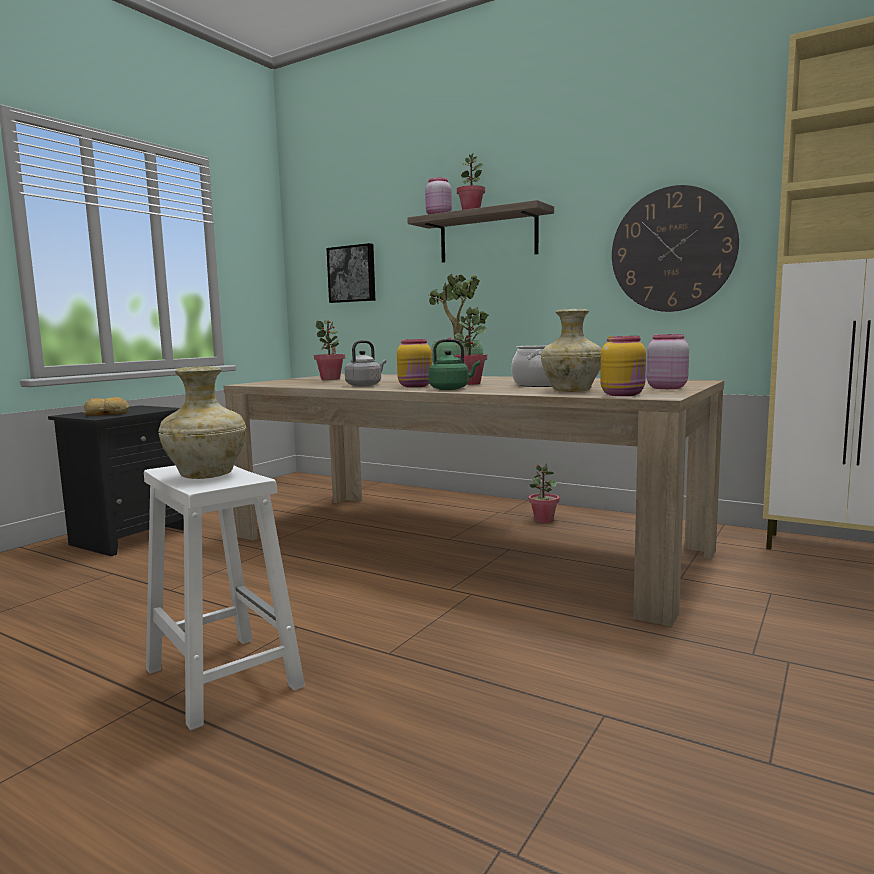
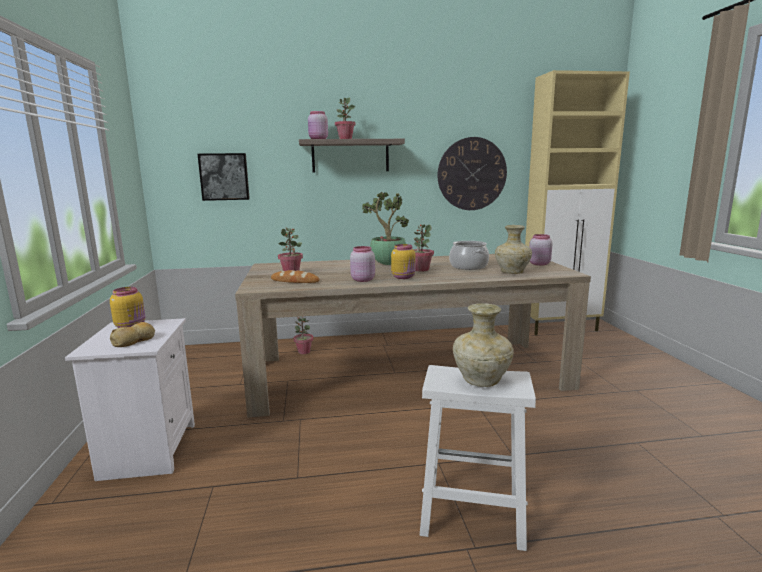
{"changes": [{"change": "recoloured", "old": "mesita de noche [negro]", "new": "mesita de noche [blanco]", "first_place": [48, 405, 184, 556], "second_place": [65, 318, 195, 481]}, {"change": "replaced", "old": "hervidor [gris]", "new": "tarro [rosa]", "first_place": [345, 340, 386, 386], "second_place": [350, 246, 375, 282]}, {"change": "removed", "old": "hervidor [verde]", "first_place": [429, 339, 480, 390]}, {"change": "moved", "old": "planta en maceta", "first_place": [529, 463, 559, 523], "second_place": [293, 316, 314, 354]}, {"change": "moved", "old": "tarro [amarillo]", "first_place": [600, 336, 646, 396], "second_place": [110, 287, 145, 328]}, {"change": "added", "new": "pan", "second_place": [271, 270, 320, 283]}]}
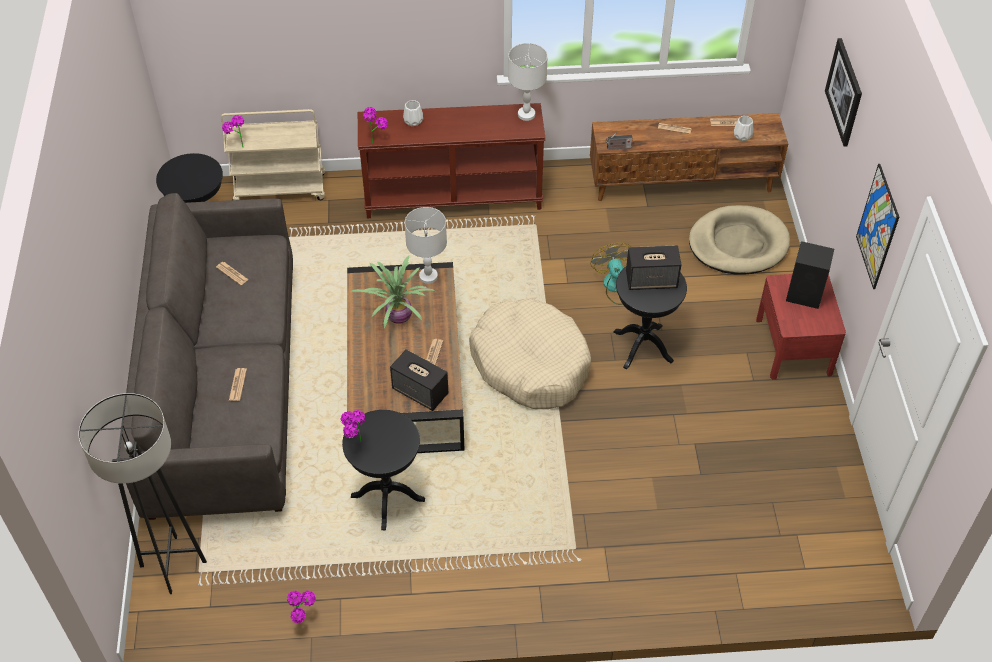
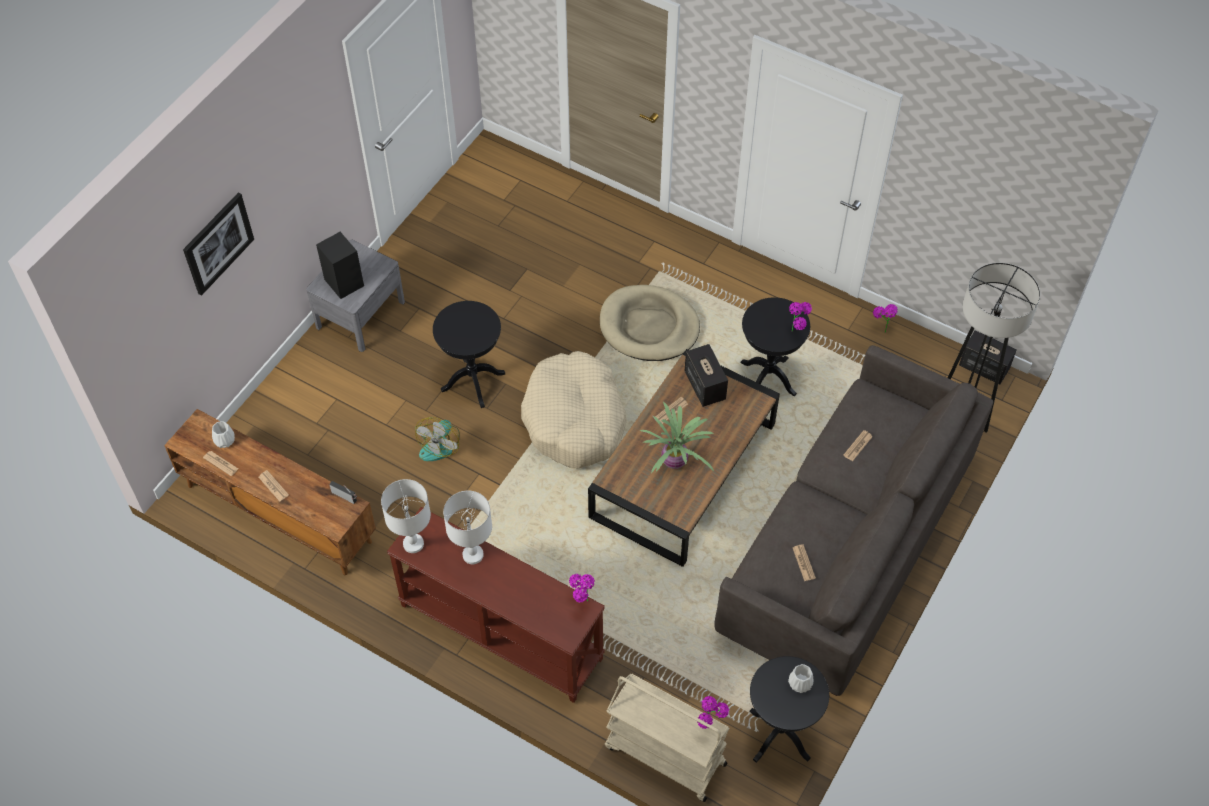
{"changes": [{"change": "moved", "old": "florero [blanco]", "first_place": [403, 100, 423, 126], "second_place": [788, 664, 813, 693]}, {"change": "moved", "old": "lámpara de mesa [blanco]", "first_place": [405, 207, 447, 284], "second_place": [443, 491, 492, 564]}, {"change": "moved", "old": "altavoz", "first_place": [626, 245, 681, 290], "second_place": [959, 330, 1017, 384]}, {"change": "moved", "old": "cama para perro [beis]", "first_place": [689, 205, 790, 275], "second_place": [600, 285, 700, 361]}, {"change": "recoloured", "old": "mesita de noche [rojo]", "new": "mesita de noche [gris]", "first_place": [756, 274, 846, 380], "second_place": [306, 240, 405, 352]}, {"change": "removed", "old": "cuadro", "first_place": [856, 164, 899, 289]}]}
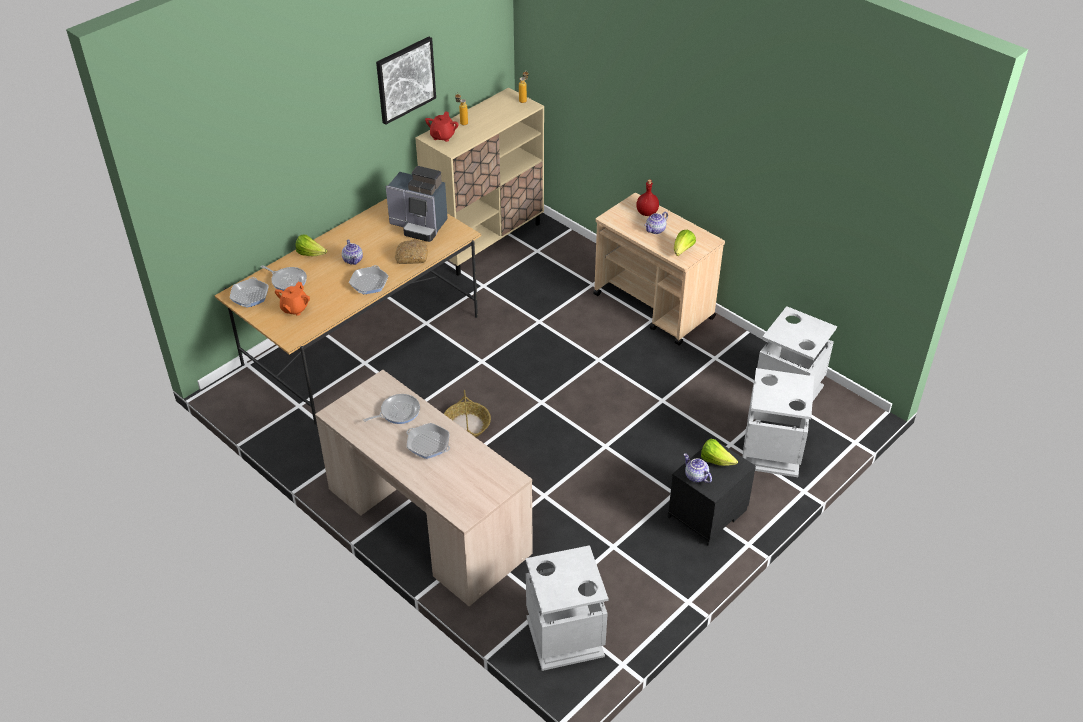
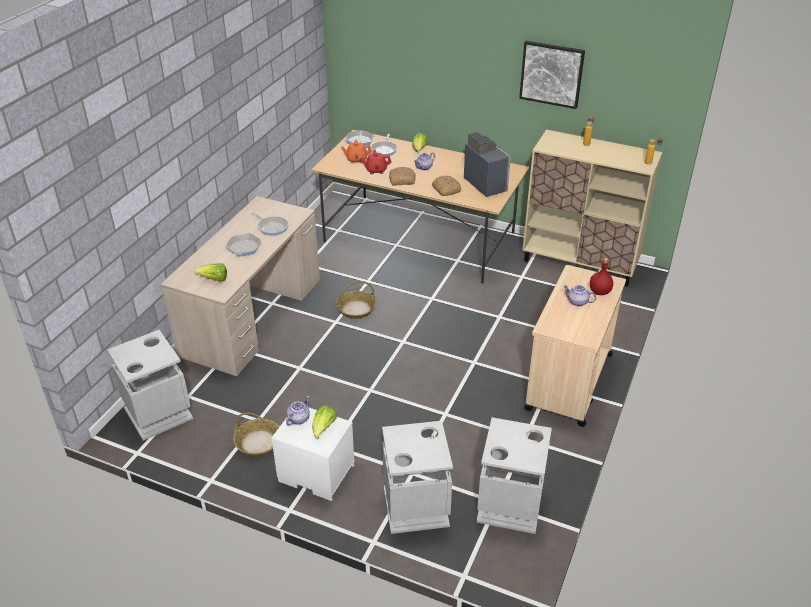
{"changes": [{"change": "replaced", "old": "sartén", "new": "pan", "first_place": [349, 265, 389, 294], "second_place": [389, 167, 416, 186]}, {"change": "turned", "old": "cafetera", "first_place": [386, 166, 448, 242], "second_place": [464, 132, 511, 197], "degrees": 150}, {"change": "moved", "old": "tetera [rojo]", "first_place": [425, 111, 459, 142], "second_place": [360, 150, 391, 174]}, {"change": "recoloured", "old": "mesita de noche [negro]", "new": "mesita de noche [blanco]", "first_place": [668, 441, 756, 546], "second_place": [272, 407, 355, 501]}, {"change": "moved", "old": "lechuga", "first_place": [674, 230, 696, 256], "second_place": [194, 263, 227, 282]}, {"change": "added", "new": "cesta", "second_place": [233, 412, 279, 457]}]}
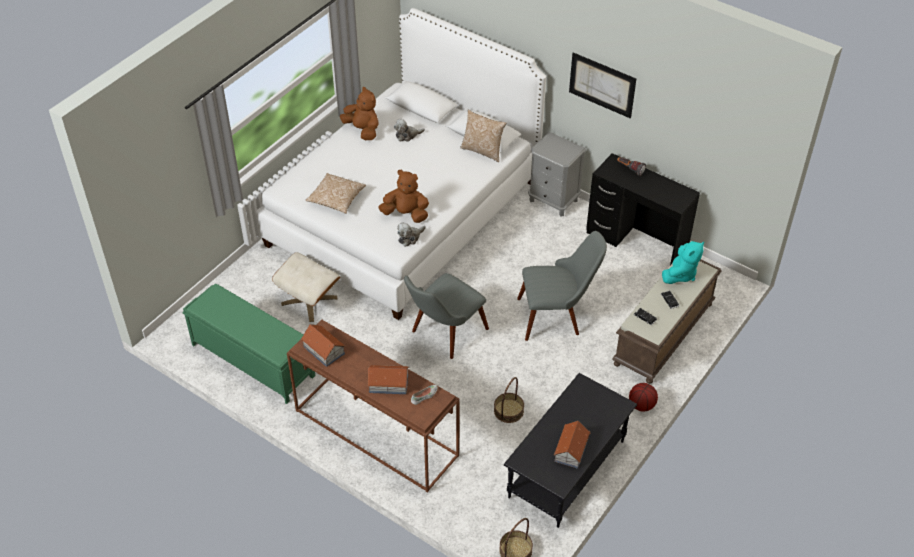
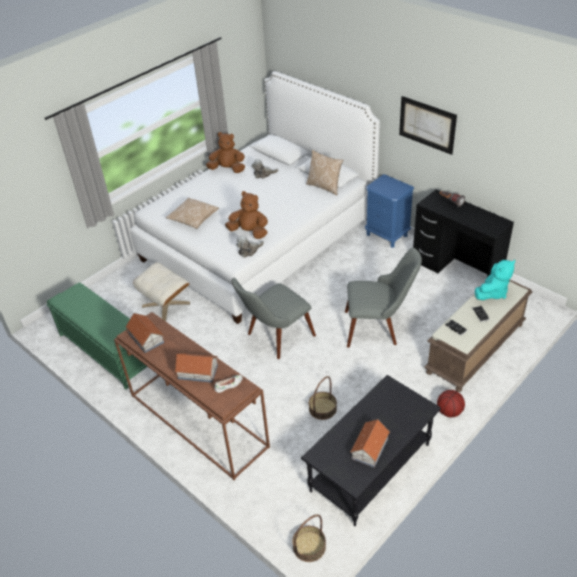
{"changes": [{"change": "turned", "old": "peluche [marrón]", "first_place": [340, 87, 379, 140], "second_place": [206, 132, 245, 173], "degrees": -45}, {"change": "recoloured", "old": "mesita de noche [gris]", "new": "mesita de noche [azul]", "first_place": [528, 132, 586, 217], "second_place": [365, 174, 414, 248]}]}
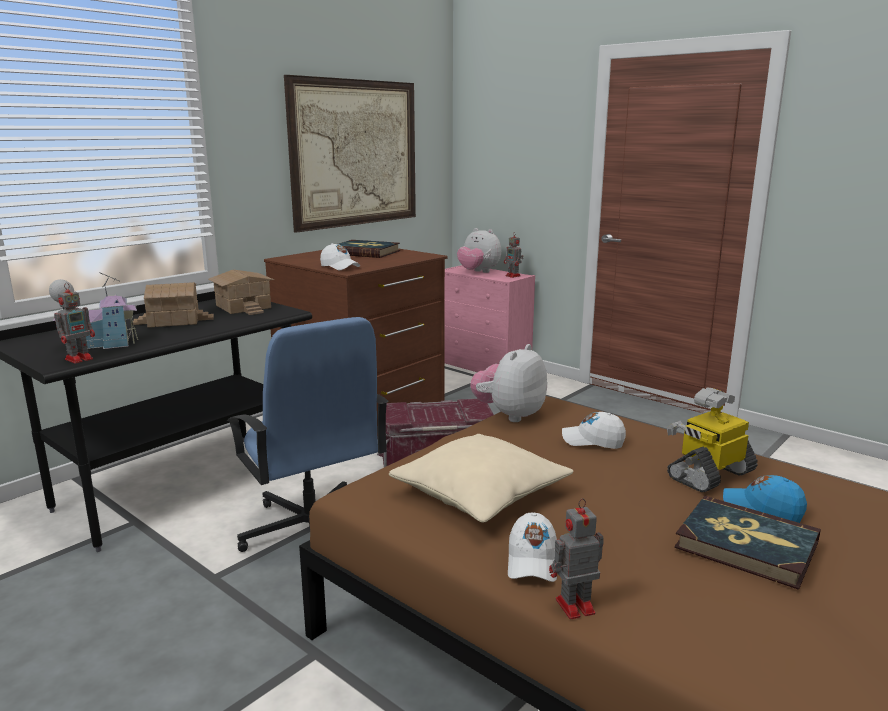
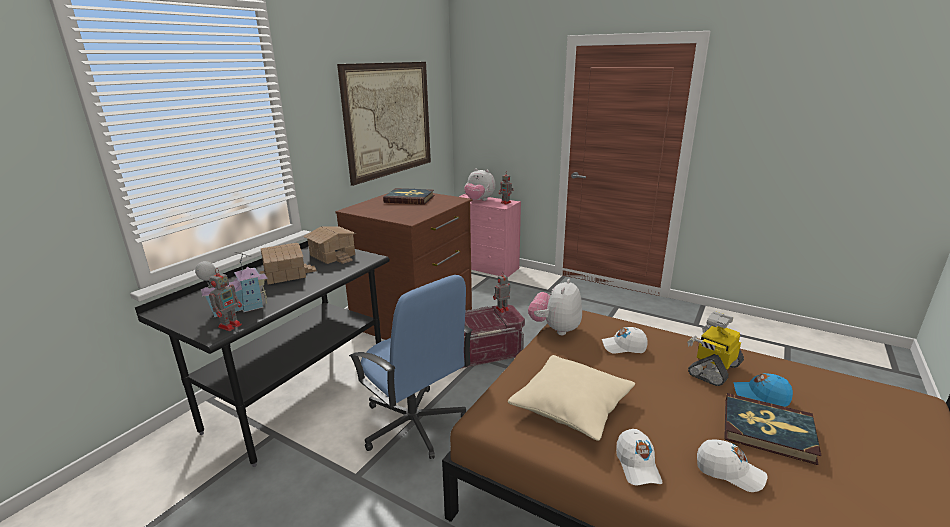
{"changes": [{"change": "moved", "old": "gorra [blanco]", "first_place": [320, 243, 360, 270], "second_place": [697, 440, 768, 492]}, {"change": "moved", "old": "robot de juguete", "first_place": [549, 498, 604, 619], "second_place": [493, 275, 511, 313]}]}
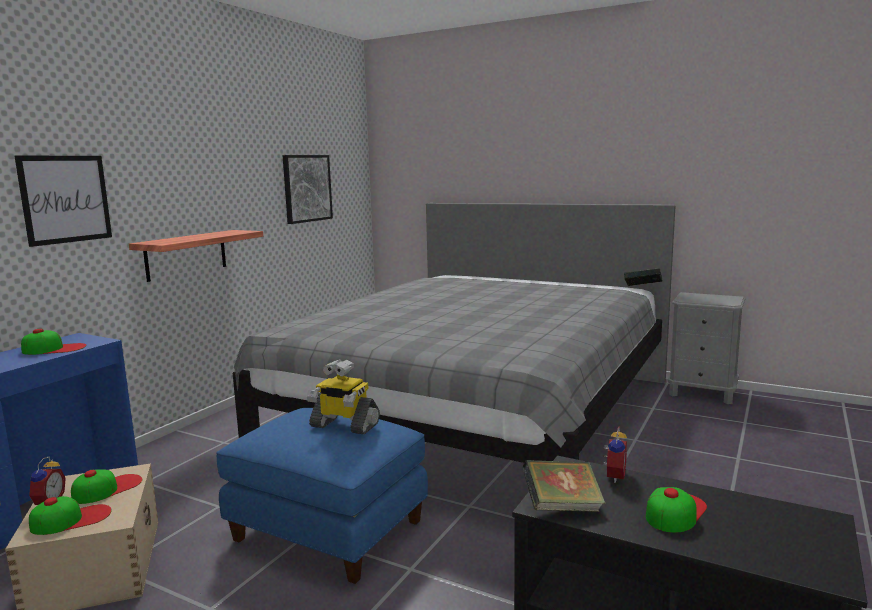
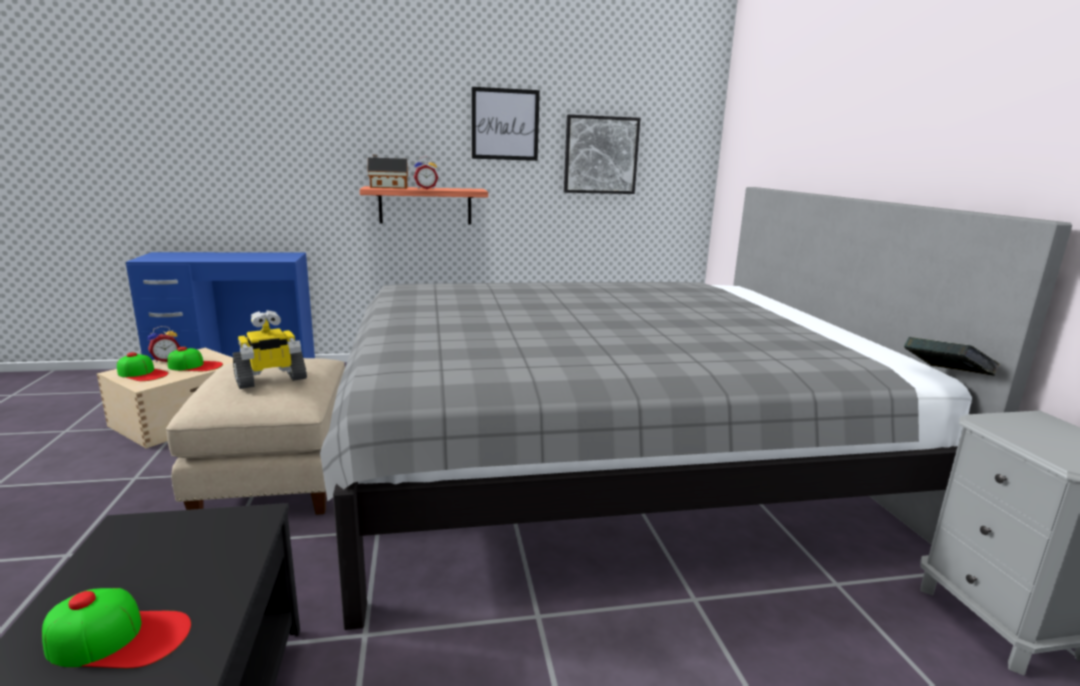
{"changes": [{"change": "moved", "old": "cuadro", "first_place": [15, 156, 112, 247], "second_place": [472, 87, 540, 161]}, {"change": "removed", "old": "gorra", "first_place": [21, 328, 86, 355]}, {"change": "recoloured", "old": "puf [azul]", "new": "puf [beis]", "first_place": [216, 408, 428, 584], "second_place": [166, 358, 345, 515]}, {"change": "turned", "old": "robot de juguete", "first_place": [306, 359, 380, 434], "second_place": [233, 310, 307, 389], "degrees": -105}, {"change": "removed", "old": "libro", "first_place": [522, 460, 605, 512]}, {"change": "moved", "old": "despertador", "first_place": [604, 427, 627, 483], "second_place": [414, 156, 438, 189]}, {"change": "added", "new": "casita", "second_place": [367, 155, 408, 189]}]}
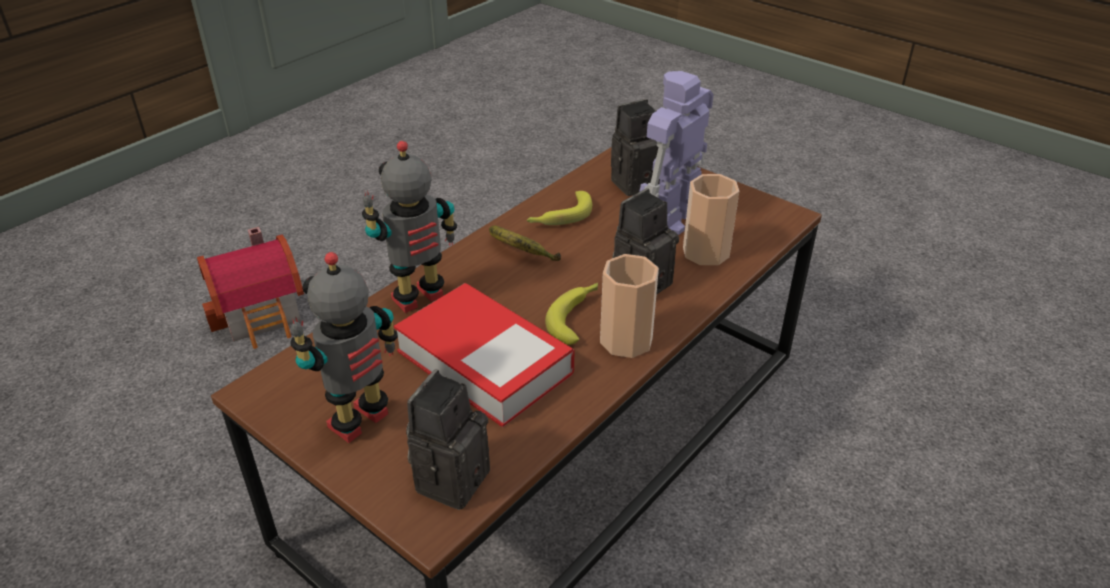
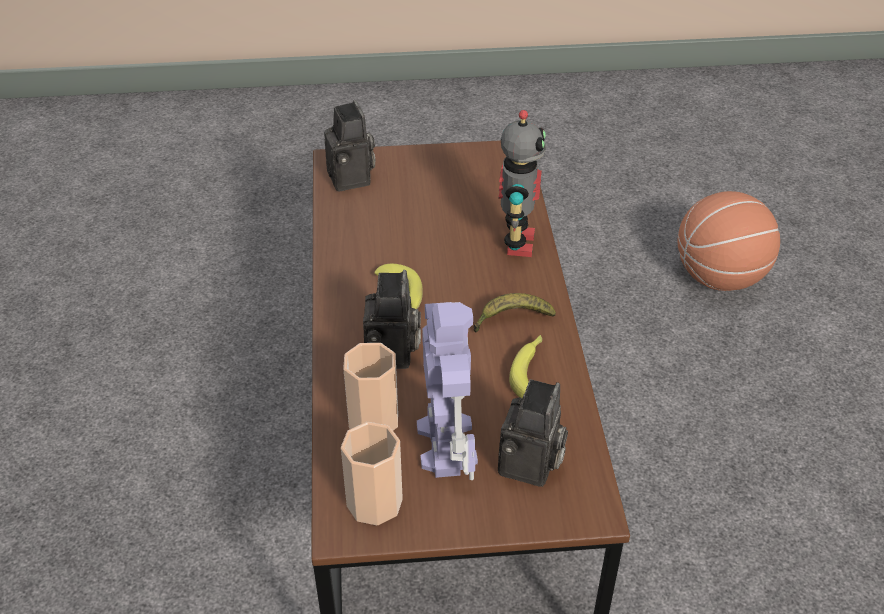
{"changes": [{"change": "removed", "old": "casita", "first_place": [197, 227, 304, 349]}, {"change": "removed", "old": "robot de juguete", "first_place": [290, 252, 398, 443]}, {"change": "removed", "old": "libro", "first_place": [394, 283, 574, 427]}, {"change": "moved", "old": "taza", "first_place": [600, 254, 659, 358], "second_place": [341, 422, 403, 525]}, {"change": "added", "new": "balón de baloncesto", "second_place": [678, 191, 780, 291]}]}
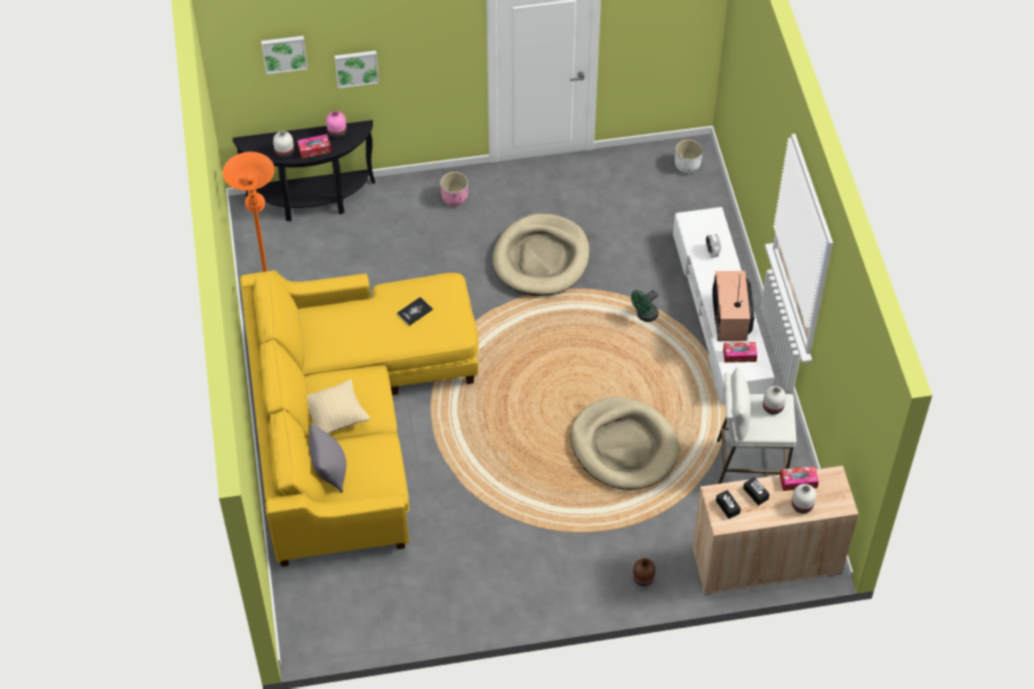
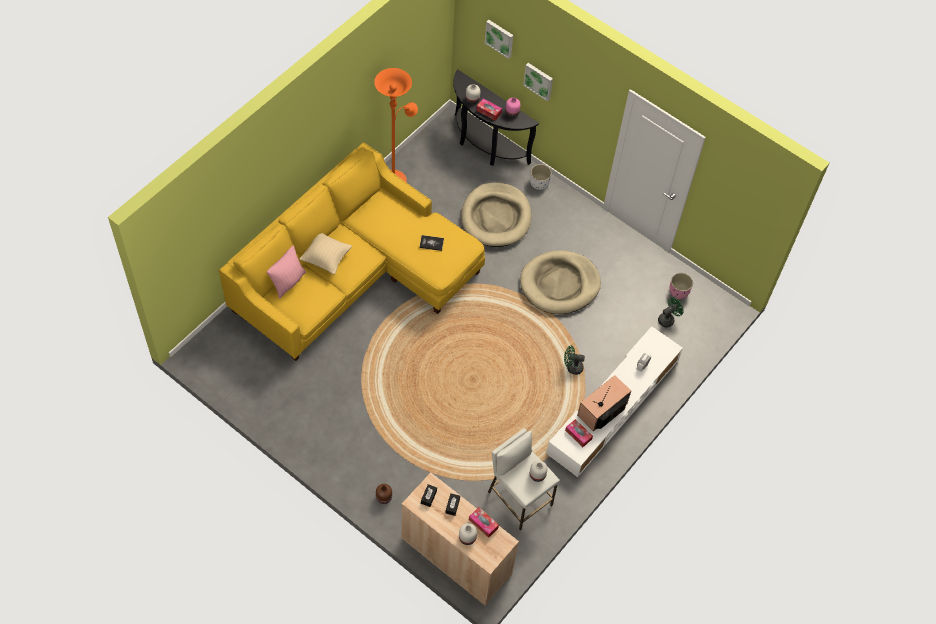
{"changes": [{"change": "recoloured", "old": "cojín [gris]", "new": "cojín [rosa]", "first_place": [309, 422, 346, 493], "second_place": [267, 246, 306, 299]}, {"change": "moved", "old": "maceta [rosa]", "first_place": [440, 172, 468, 206], "second_place": [669, 273, 693, 299]}, {"change": "moved", "old": "cama para perro [beis]", "first_place": [571, 397, 680, 490], "second_place": [461, 182, 532, 247]}, {"change": "moved", "old": "maceta [blanco]", "first_place": [675, 140, 703, 173], "second_place": [530, 164, 552, 190]}, {"change": "added", "new": "ventilador [verde]", "second_place": [658, 297, 684, 327]}]}
